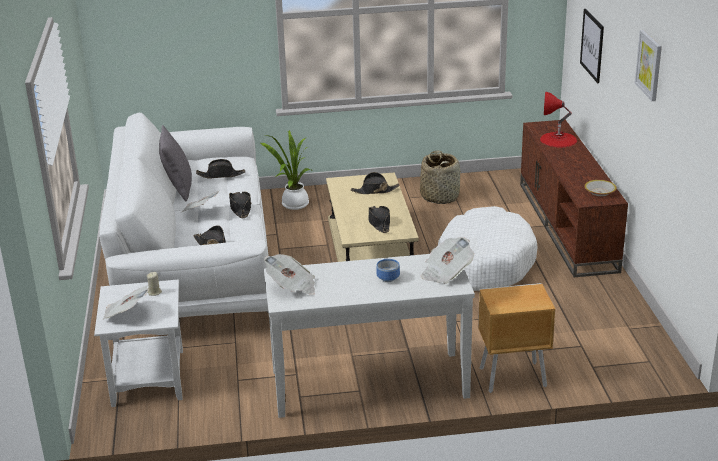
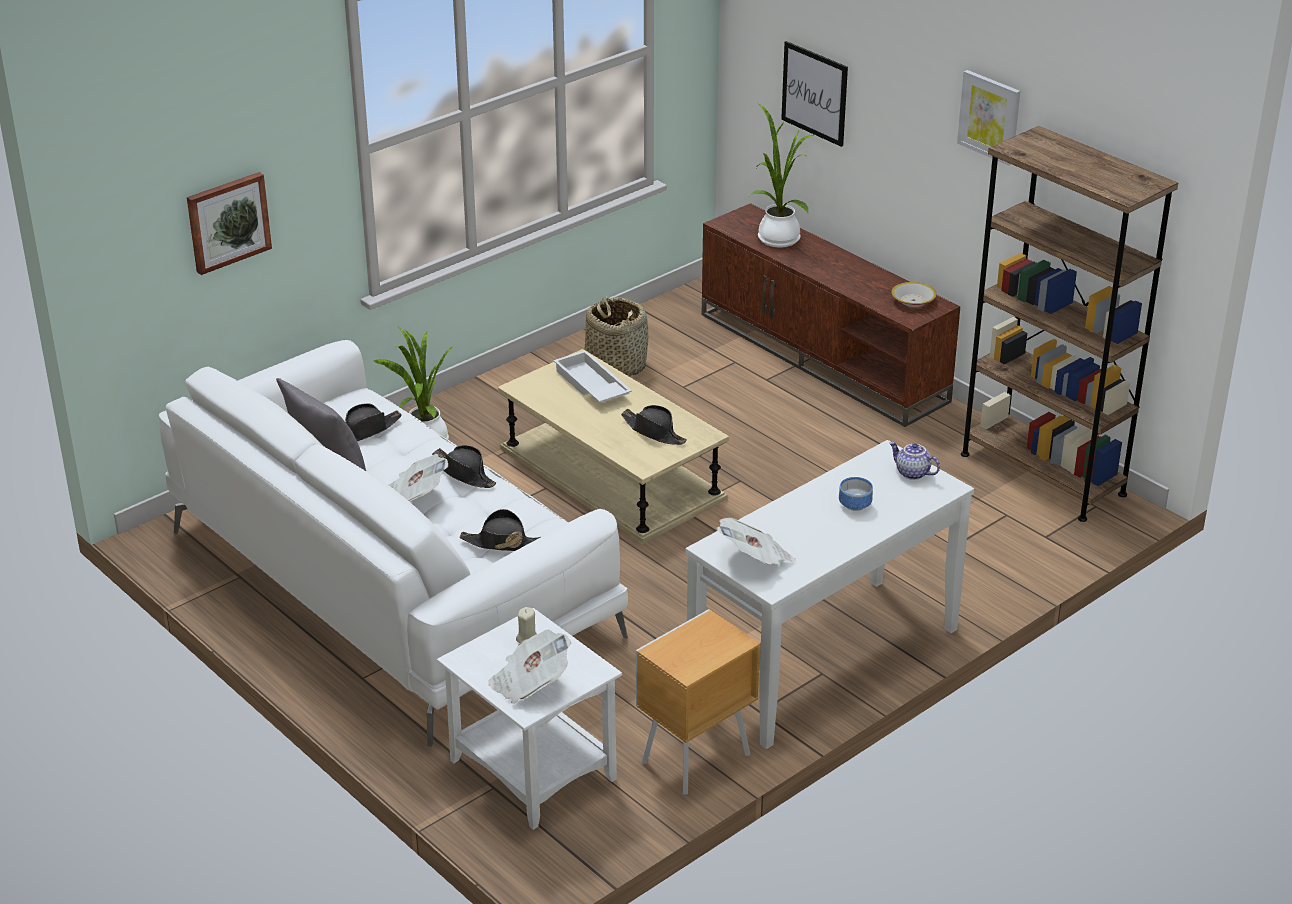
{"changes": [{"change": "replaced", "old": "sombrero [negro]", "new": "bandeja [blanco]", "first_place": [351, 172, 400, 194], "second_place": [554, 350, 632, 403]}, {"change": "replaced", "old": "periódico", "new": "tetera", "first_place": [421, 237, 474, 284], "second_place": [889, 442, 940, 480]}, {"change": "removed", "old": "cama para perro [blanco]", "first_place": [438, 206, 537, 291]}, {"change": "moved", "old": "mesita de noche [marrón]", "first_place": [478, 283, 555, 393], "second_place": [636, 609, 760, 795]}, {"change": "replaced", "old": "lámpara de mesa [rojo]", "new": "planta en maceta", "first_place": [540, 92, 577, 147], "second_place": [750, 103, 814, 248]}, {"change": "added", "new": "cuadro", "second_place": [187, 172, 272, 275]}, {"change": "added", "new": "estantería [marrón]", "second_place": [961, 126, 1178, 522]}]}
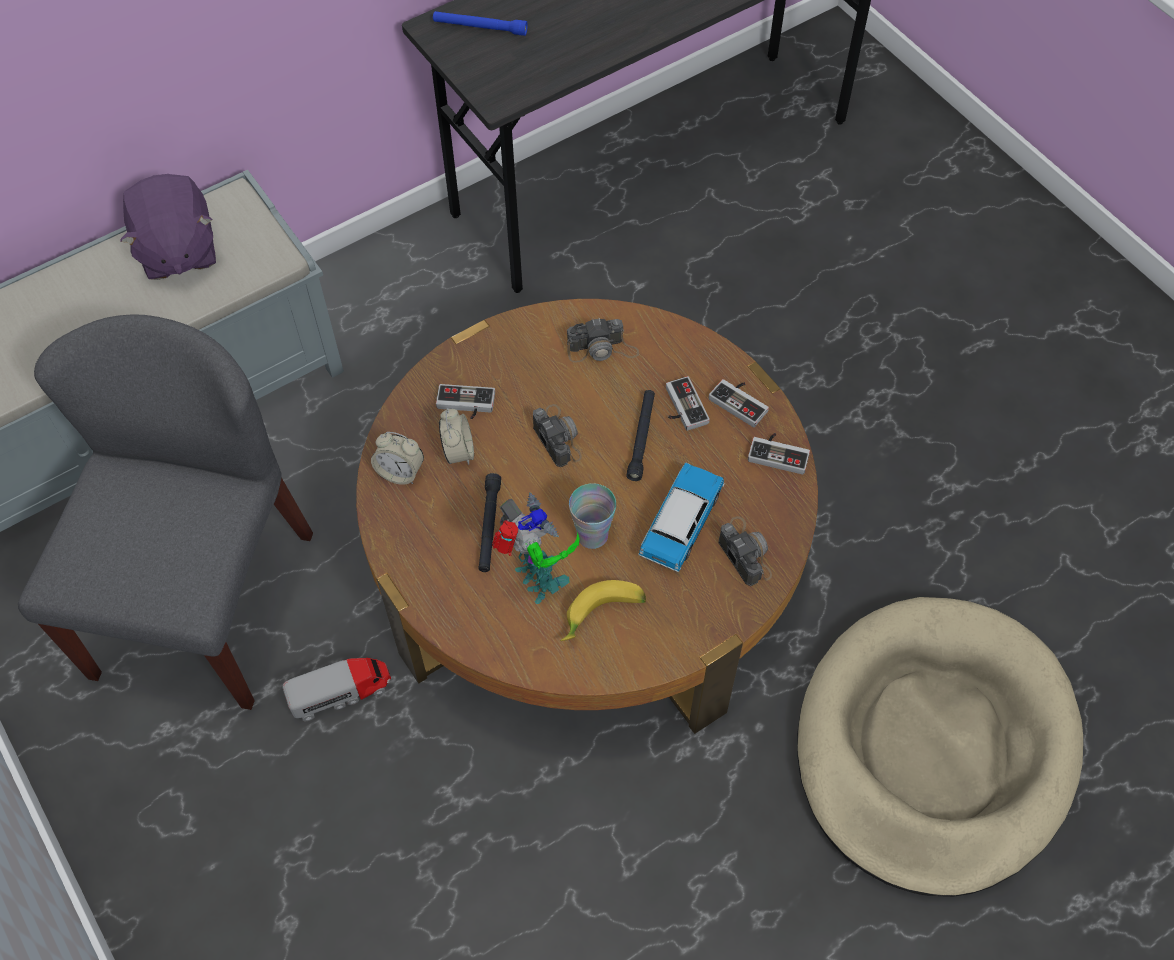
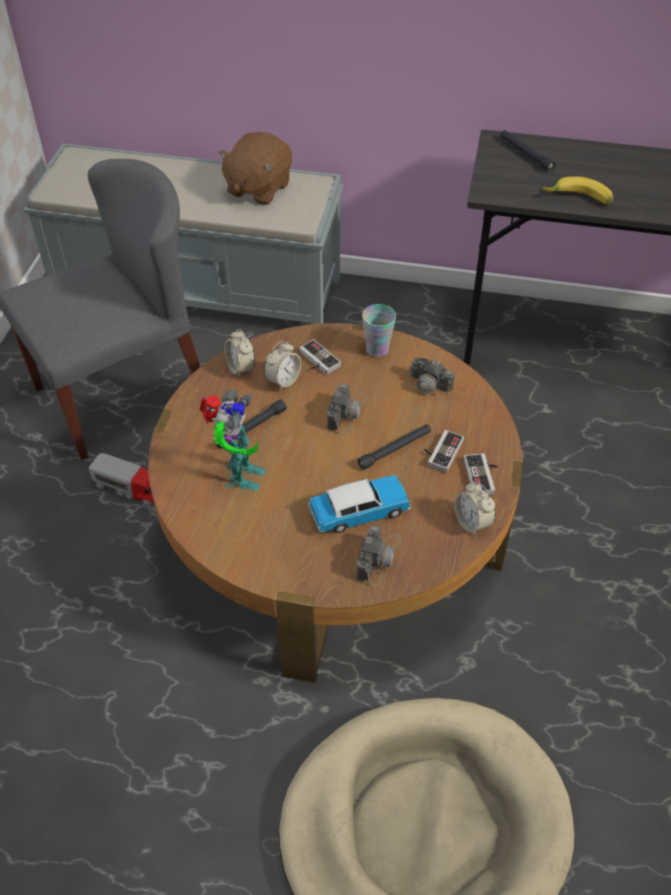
{"changes": [{"change": "recoloured", "old": "peluche [morado]", "new": "peluche [marrón]", "first_place": [120, 174, 216, 280], "second_place": [218, 132, 292, 205]}, {"change": "recoloured", "old": "linterna [azul]", "new": "linterna [negro]", "first_place": [433, 11, 528, 36], "second_place": [500, 130, 556, 172]}, {"change": "moved", "old": "plátano", "first_place": [560, 580, 646, 641], "second_place": [542, 176, 613, 205]}, {"change": "moved", "old": "taza", "first_place": [569, 483, 616, 549], "second_place": [362, 304, 396, 357]}, {"change": "replaced", "old": "mando de consola", "new": "despertador", "first_place": [748, 433, 810, 475], "second_place": [454, 482, 496, 535]}]}
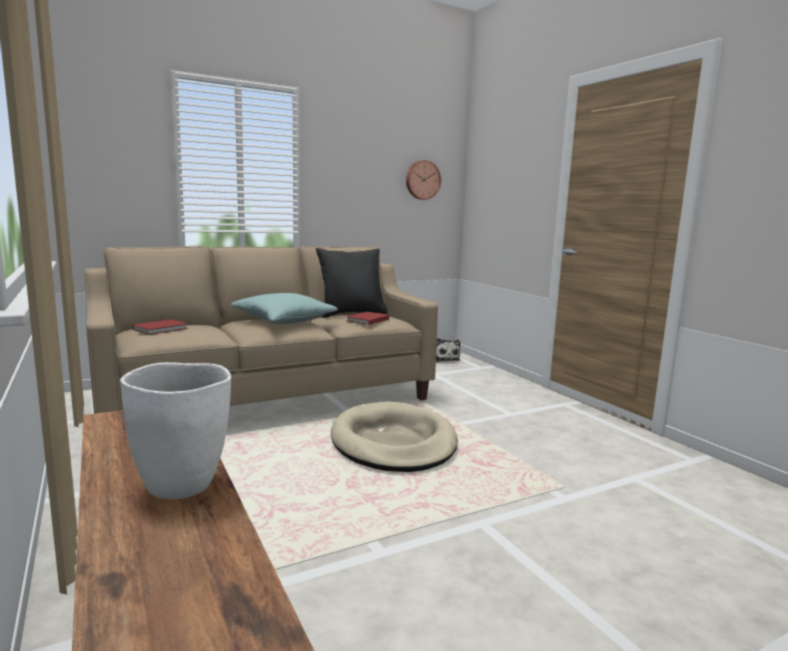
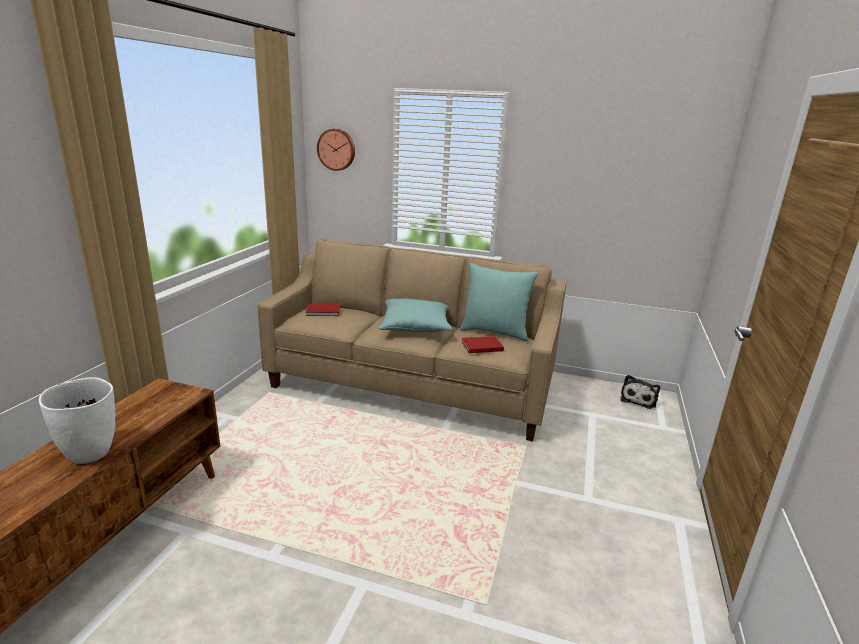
{"changes": [{"change": "recoloured", "old": "cojín [negro]", "new": "cojín [turquesa]", "first_place": [316, 248, 388, 318], "second_place": [460, 263, 538, 341]}, {"change": "removed", "old": "cama para perro [beis]", "first_place": [331, 401, 458, 472]}, {"change": "moved", "old": "reloj de pared", "first_place": [406, 160, 441, 200], "second_place": [317, 129, 355, 171]}]}
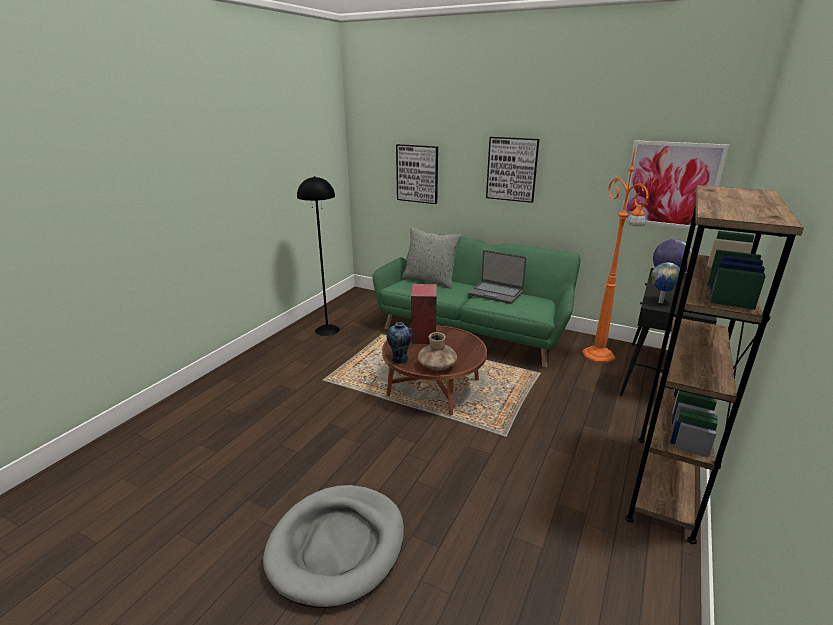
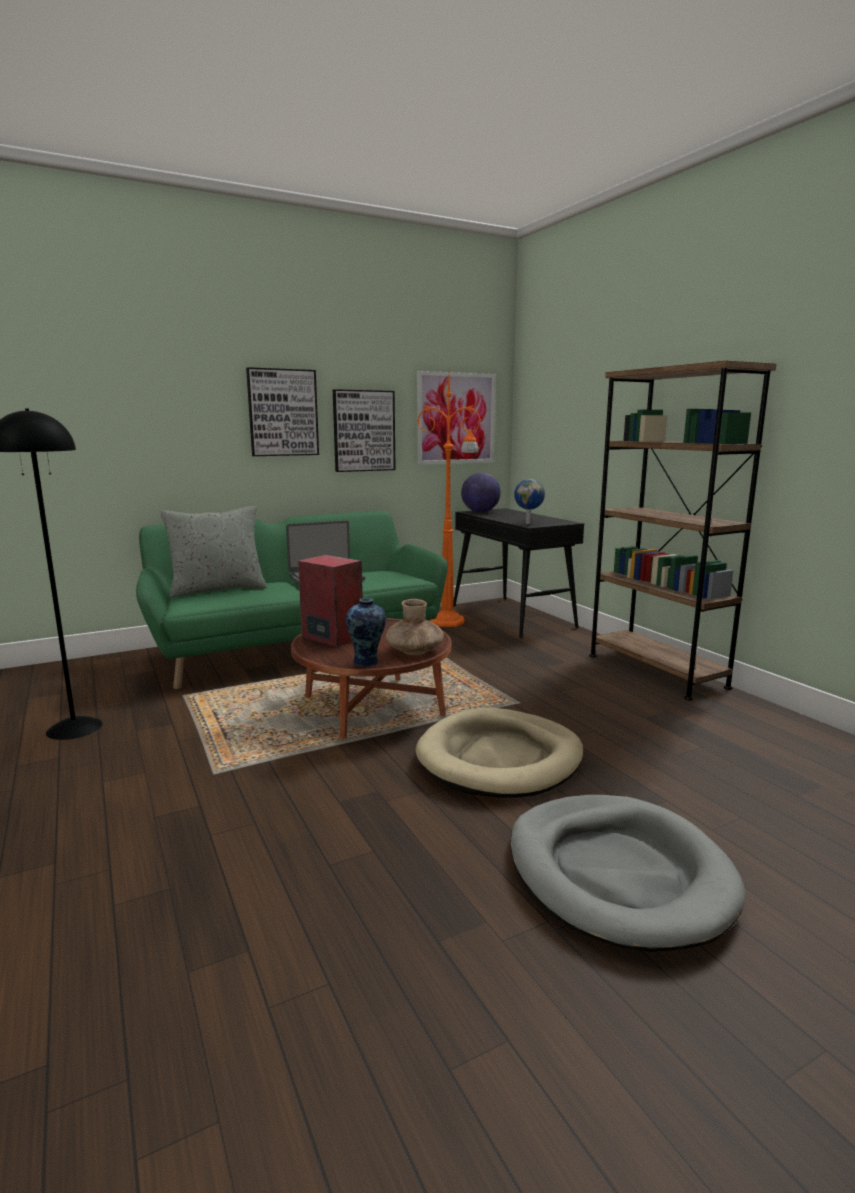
{"changes": [{"change": "moved", "old": "cuadro", "first_place": [396, 144, 438, 204], "second_place": [333, 389, 396, 472]}, {"change": "added", "new": "cama para perro [beis]", "second_place": [415, 707, 584, 798]}]}
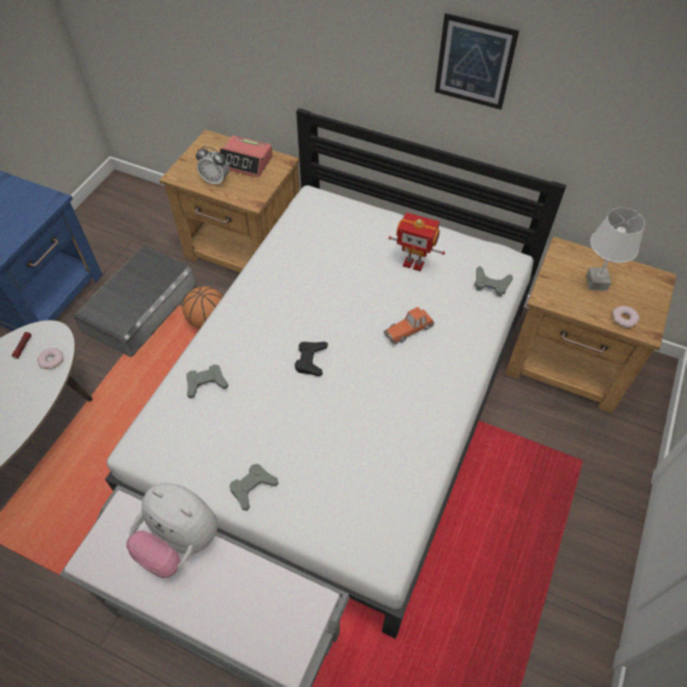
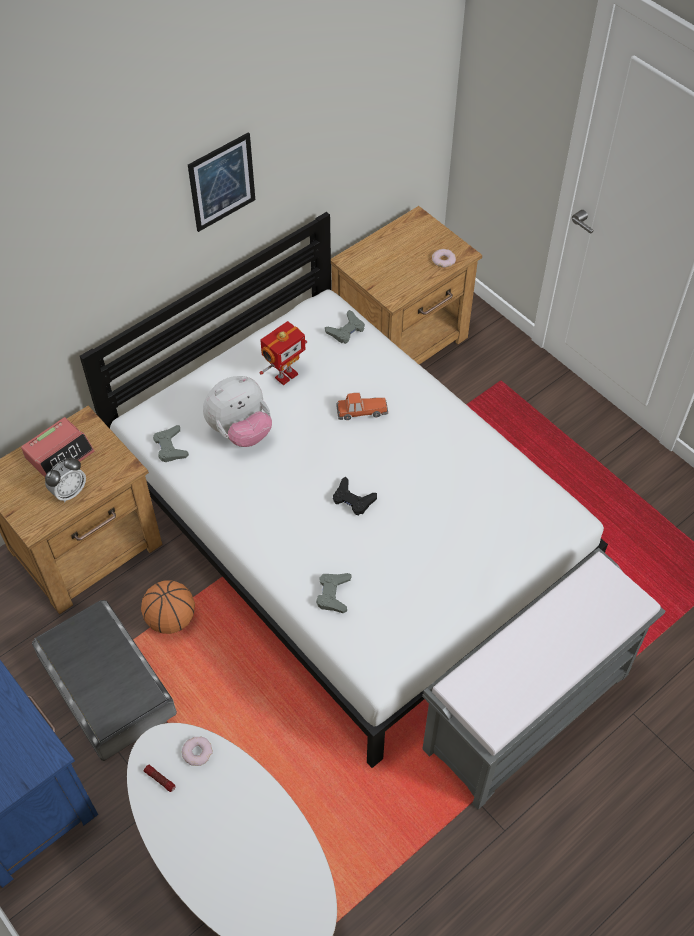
{"changes": [{"change": "moved", "old": "peluche", "first_place": [126, 483, 218, 578], "second_place": [203, 376, 272, 447]}, {"change": "moved", "old": "mando de consola [gris]", "first_place": [230, 464, 279, 511], "second_place": [153, 425, 189, 462]}, {"change": "turned", "old": "coche de juguete", "first_place": [384, 307, 434, 345], "second_place": [336, 393, 388, 420], "degrees": -90}, {"change": "removed", "old": "lámpara de mesa [blanco]", "first_place": [586, 208, 645, 291]}]}
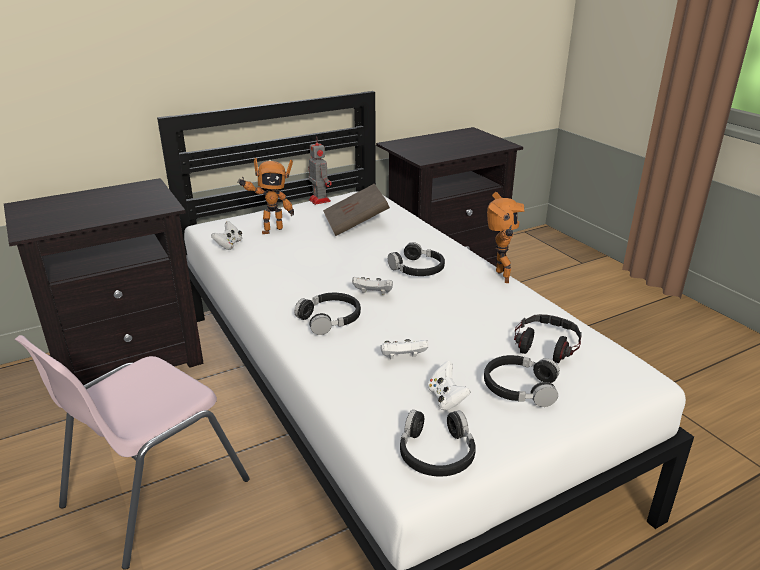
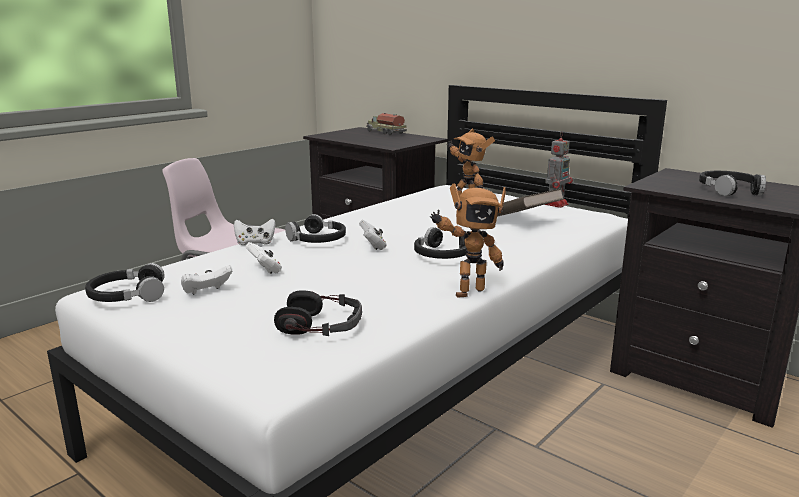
{"changes": [{"change": "moved", "old": "mando de consola [blanco]", "first_place": [211, 221, 242, 250], "second_place": [234, 219, 276, 245]}, {"change": "moved", "old": "auriculares [negro]", "first_place": [484, 355, 560, 407], "second_place": [699, 171, 766, 196]}, {"change": "added", "new": "camión de juguete", "second_place": [366, 113, 407, 135]}]}
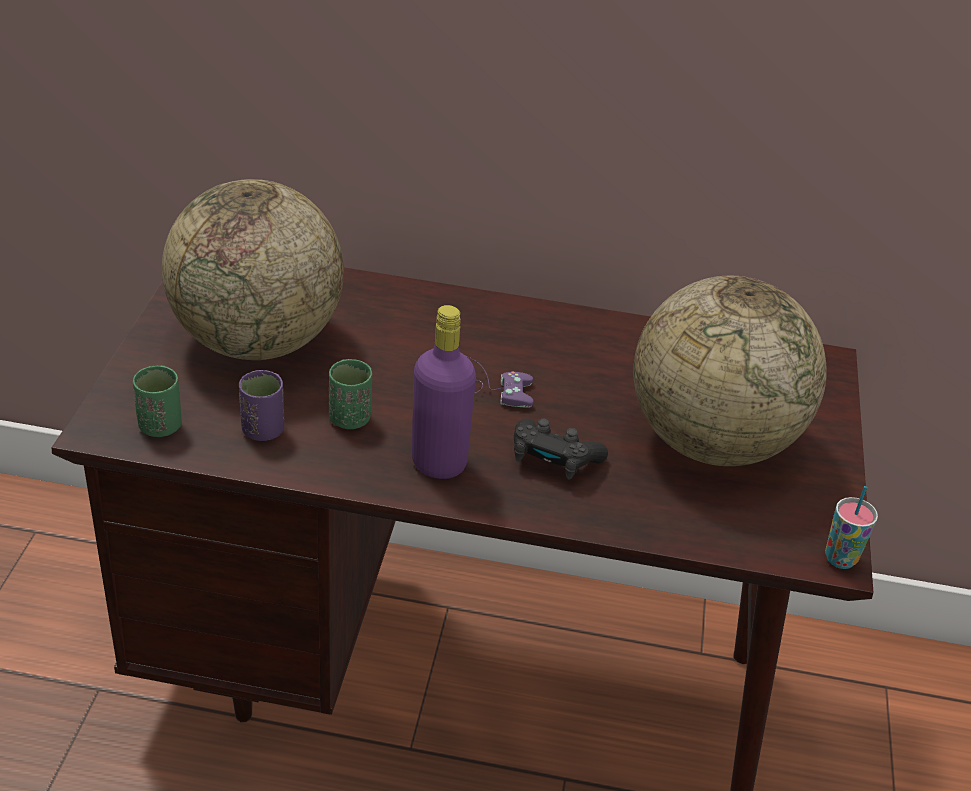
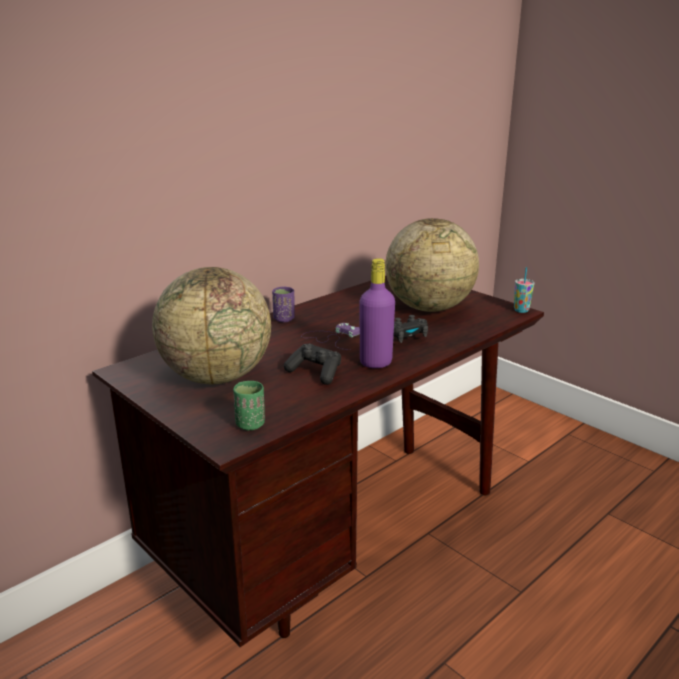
{"changes": [{"change": "moved", "old": "taza [morado]", "first_place": [239, 370, 284, 441], "second_place": [272, 287, 295, 322]}, {"change": "replaced", "old": "taza [verde]", "new": "mando de consola [negro]", "first_place": [329, 359, 372, 429], "second_place": [284, 344, 341, 385]}]}
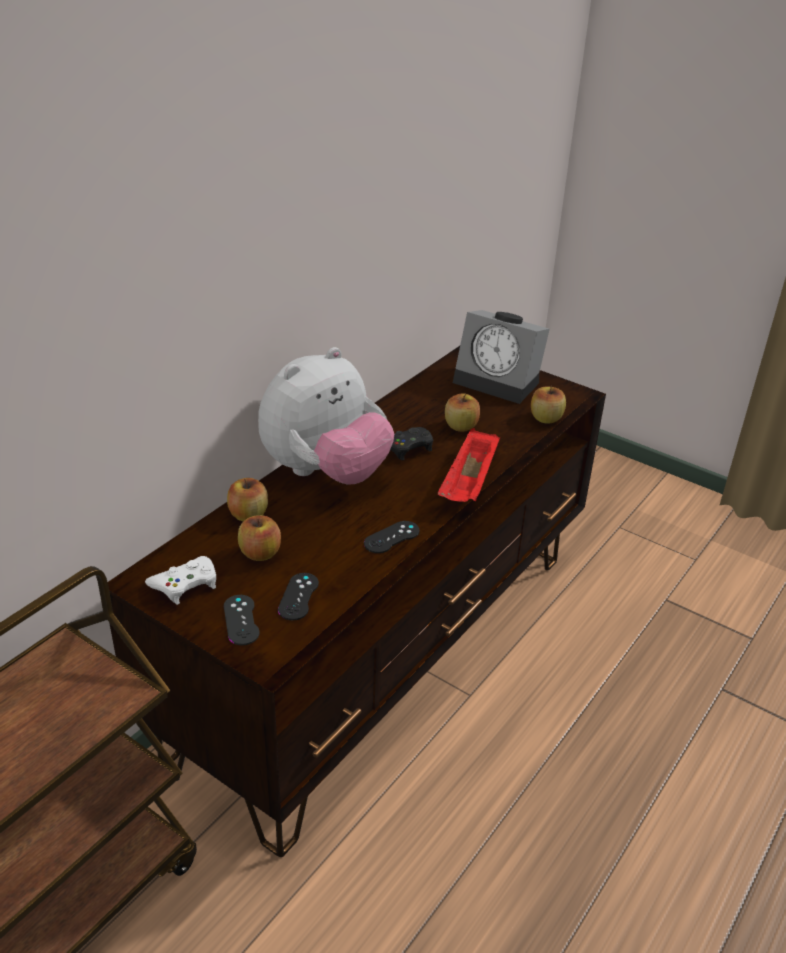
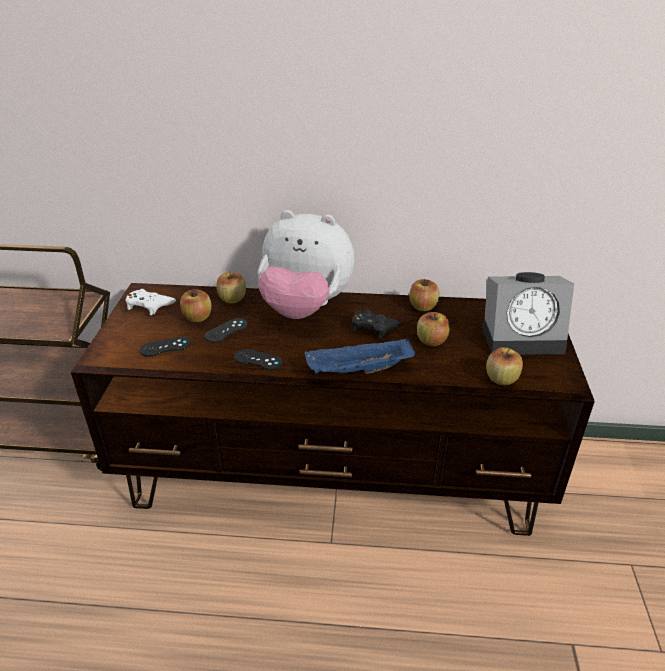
{"changes": [{"change": "moved", "old": "mando de consola [negro]", "first_place": [224, 595, 260, 645], "second_place": [205, 318, 248, 342]}, {"change": "recoloured", "old": "bandeja [rojo]", "new": "bandeja [azul]", "first_place": [438, 428, 500, 502], "second_place": [305, 337, 415, 374]}, {"change": "turned", "old": "despertador", "first_place": [453, 310, 550, 404], "second_place": [482, 272, 574, 355], "degrees": -90}, {"change": "added", "new": "manzana", "second_place": [409, 279, 440, 311]}]}
